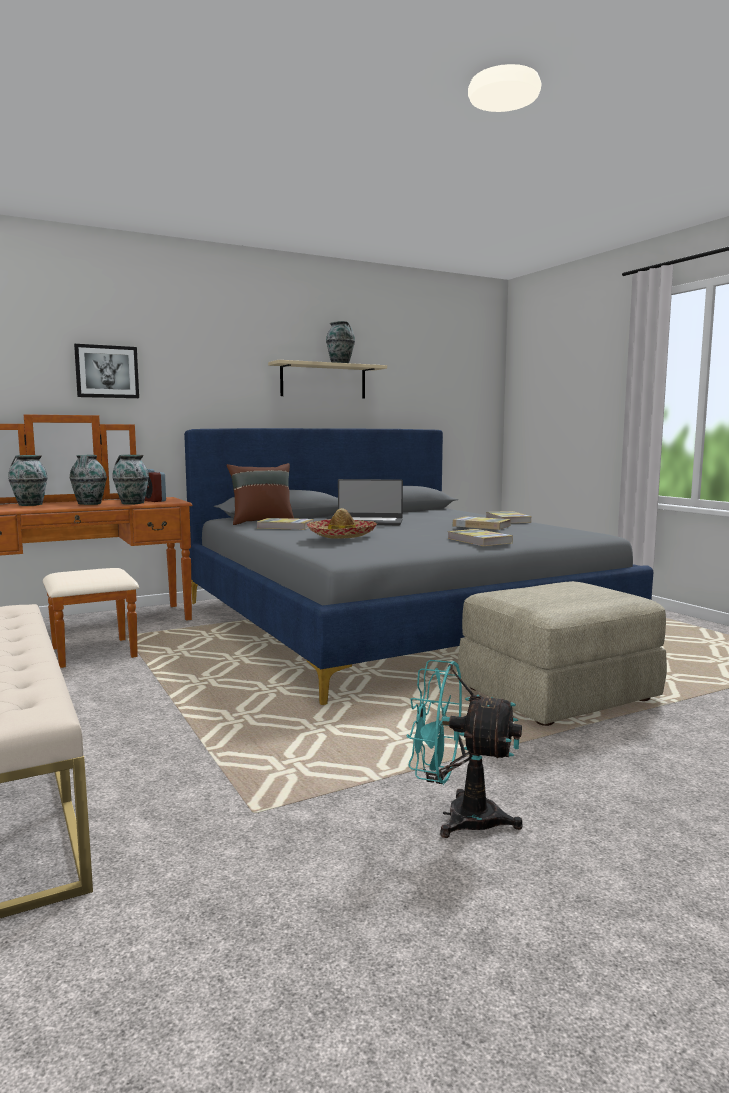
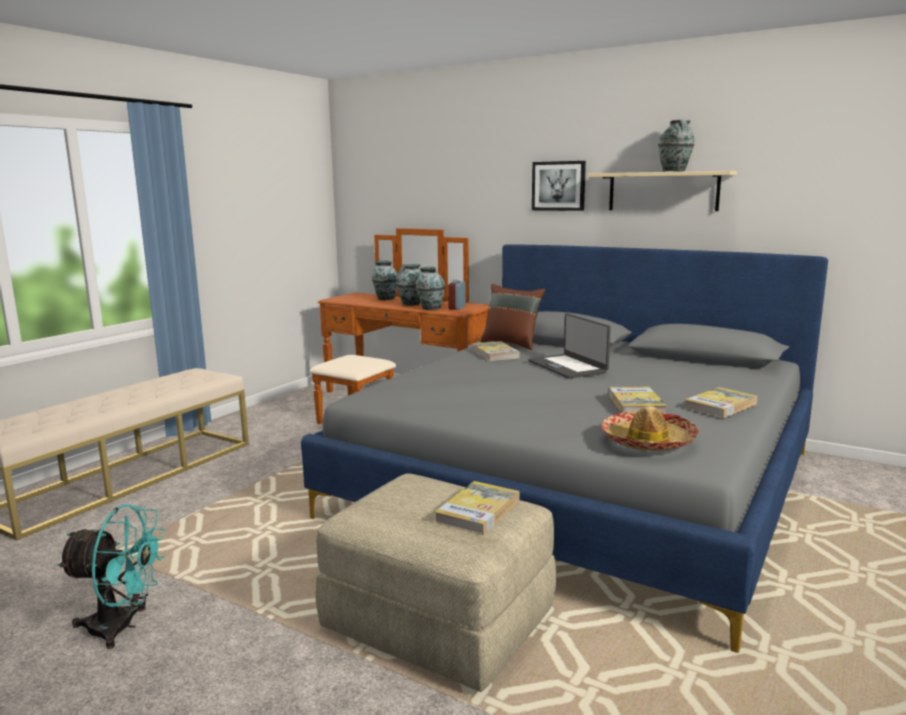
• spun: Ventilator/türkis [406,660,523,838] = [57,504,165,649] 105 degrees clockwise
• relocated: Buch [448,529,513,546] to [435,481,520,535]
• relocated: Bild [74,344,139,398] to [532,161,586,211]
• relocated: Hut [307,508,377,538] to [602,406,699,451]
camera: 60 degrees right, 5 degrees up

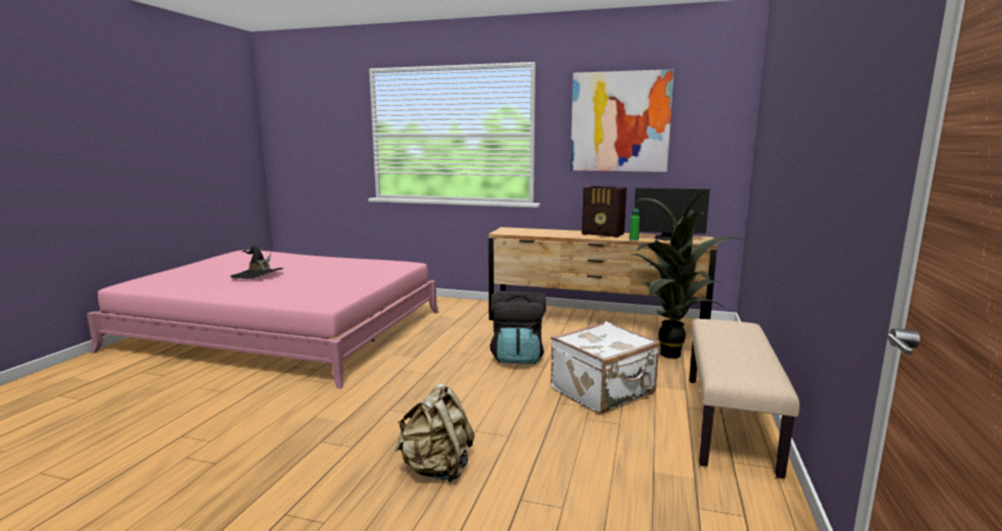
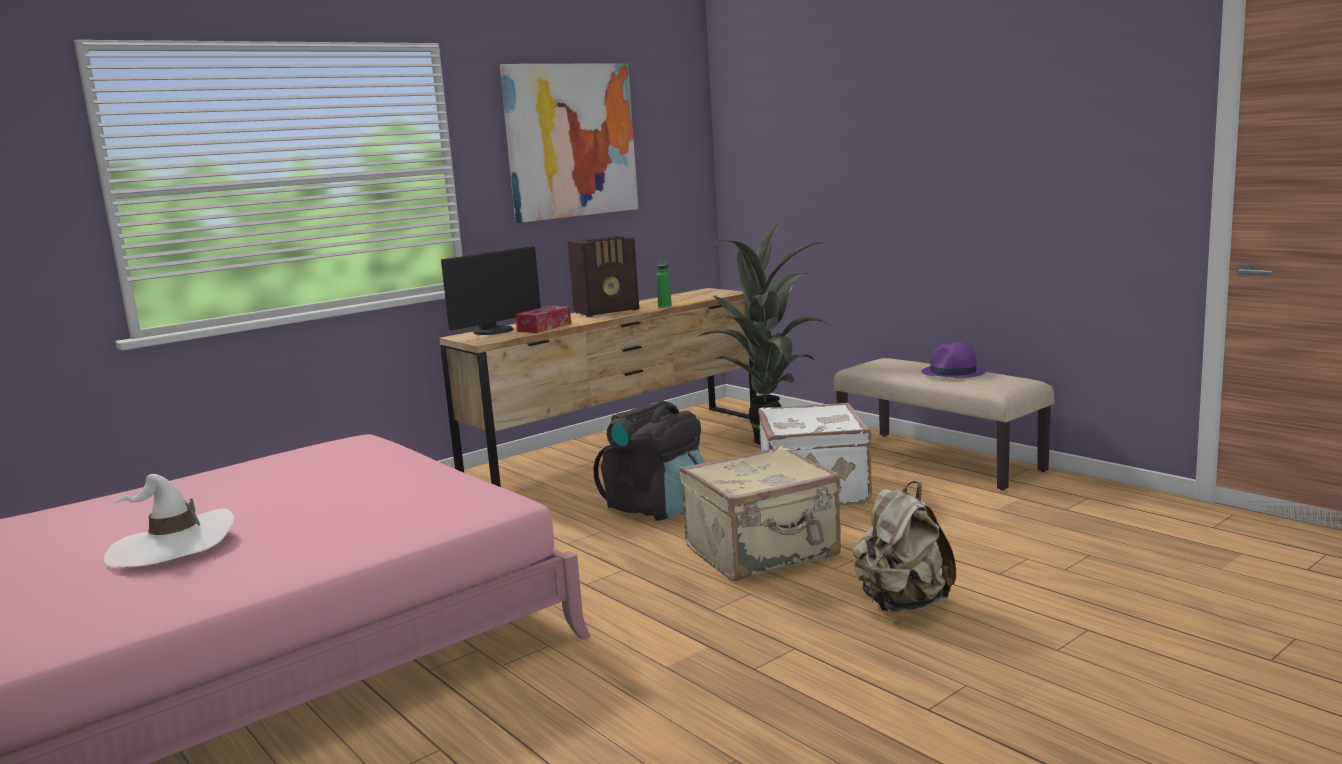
• colour: Hut/schwarz [230,245,283,279] to Hut/weiß [104,474,234,568]
• relocated: Monitor [634,188,710,241] to [441,246,541,335]
• appeared: Taschentuchbox [515,306,571,333]
• appeared: Koffer/beige [679,446,841,581]
• appeared: Hut/lila [921,342,986,378]
camera: 55 degrees left, 0 degrees up

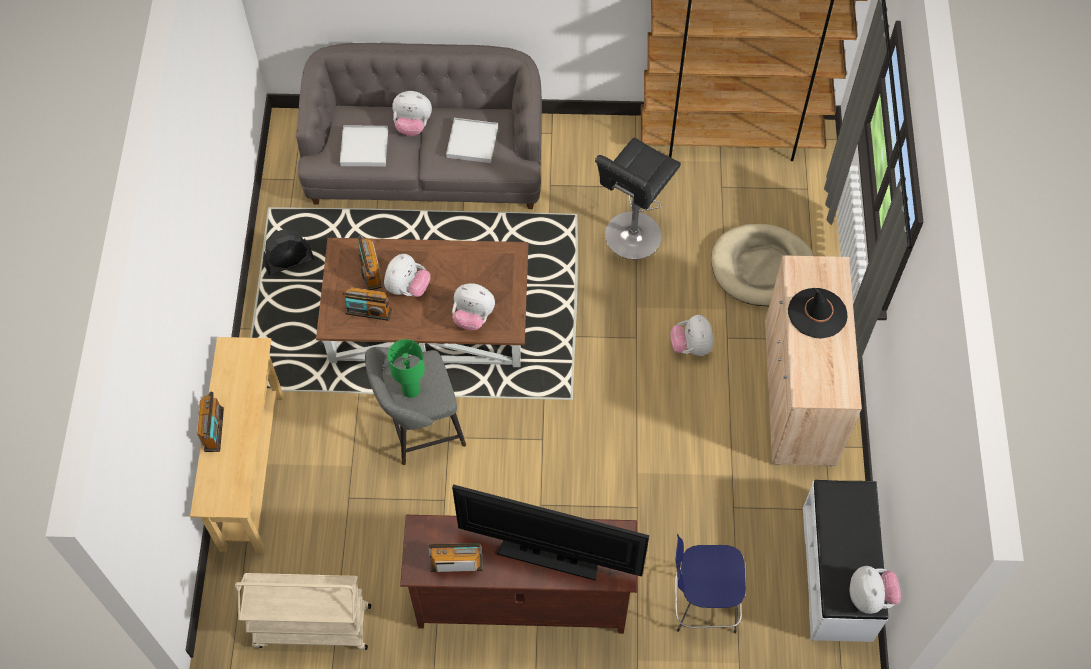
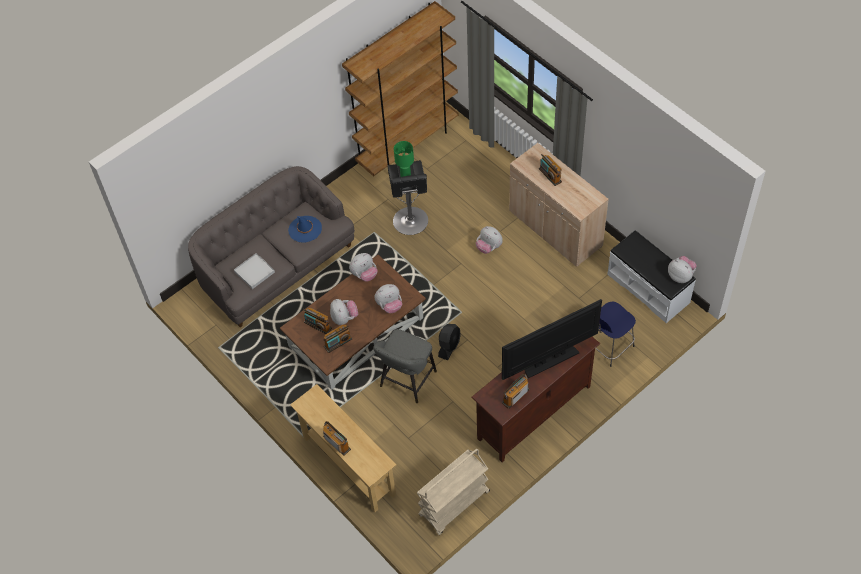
• exchanged: Tablett/weiß [446,118,498,163] to Hut/blau [288,216,322,243]
• relocated: Plüschtier [392,91,432,136] to [349,253,378,282]
• relocated: Tischlampe/grün [388,339,425,398] to [394,141,414,177]
• relocated: Ventilator/schwarz [263,229,315,275] to [438,324,461,360]
• exchanged: Hut/schwarz [788,288,848,338] to Radio [539,154,562,186]
• missing: Hundebett/beige [711,224,814,306]
camera: 40 degrees left, 5 degrees down

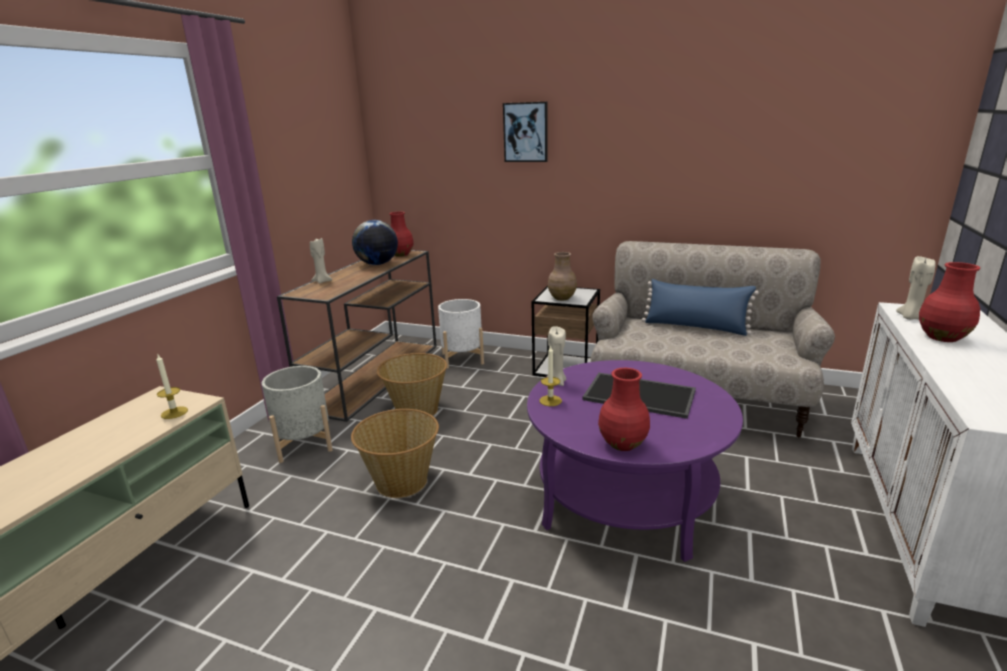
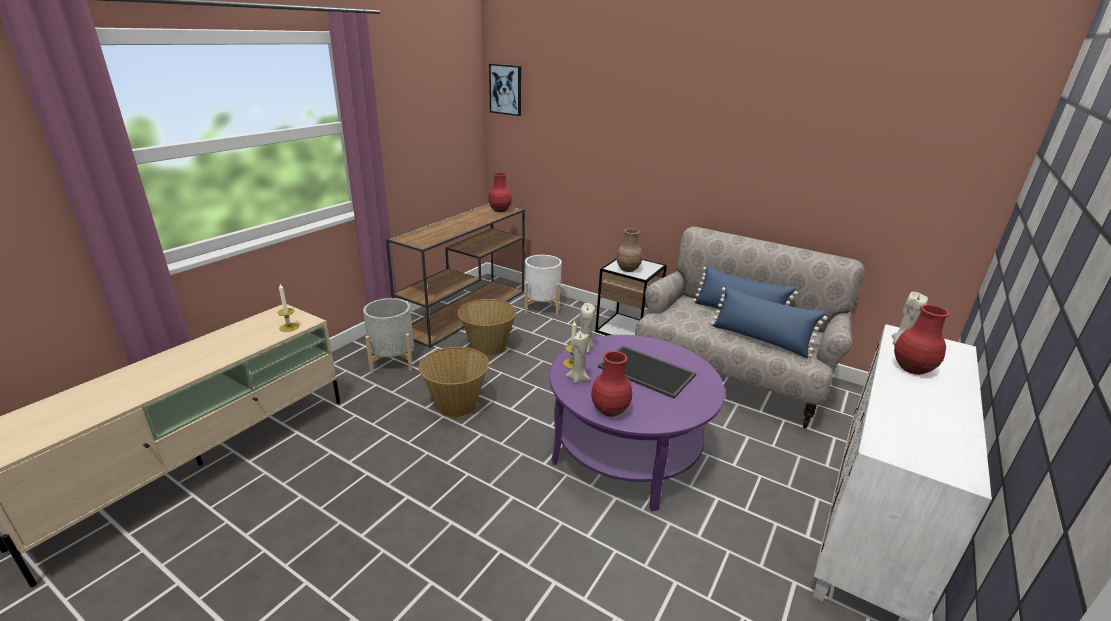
• relocated: Bild [503,102,548,162] to [489,64,521,116]
• relocated: Kerze/beige [310,238,332,284] to [565,332,590,384]
• appeared: Kissen/blau [710,286,828,358]
• missing: Globus [352,220,398,265]
camera: 10 degrees right, 5 degrees up

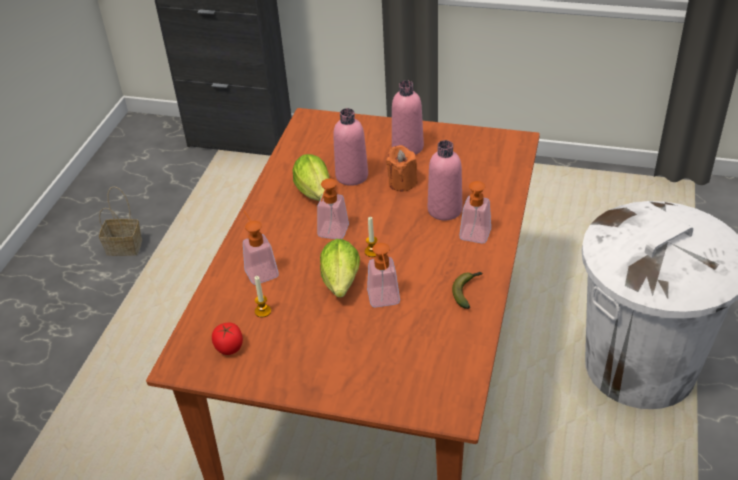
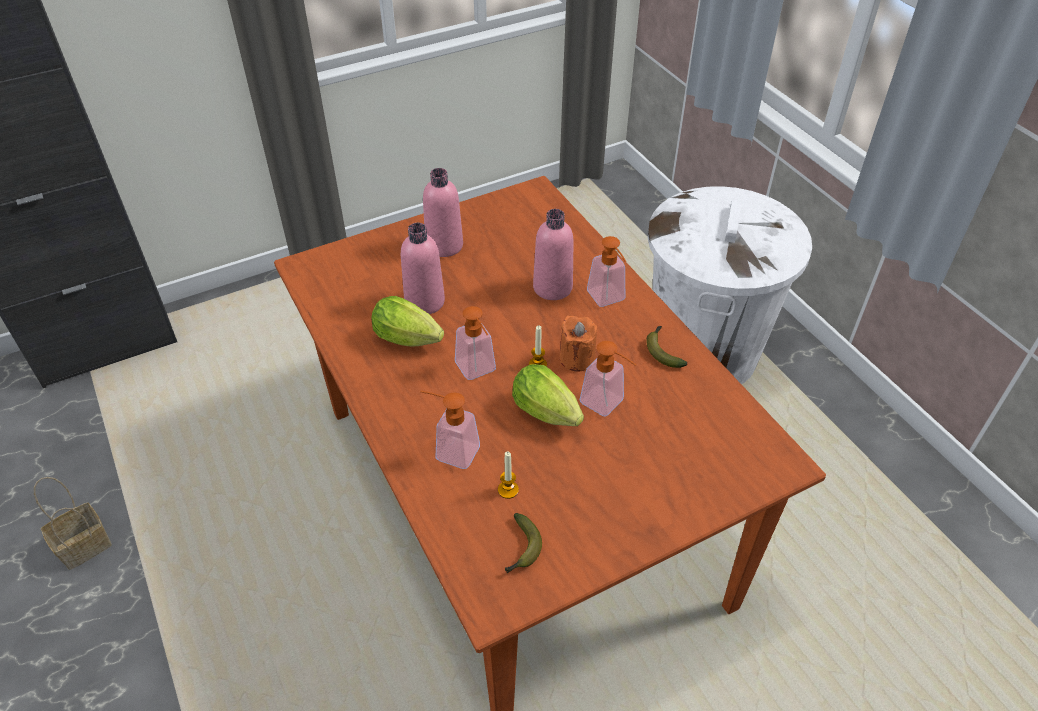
• exchanged: Tomate [212,323,243,355] to Banane [505,513,542,573]
• relocated: Kerze/orange [386,145,417,192] to [560,315,597,372]
camera: 45 degrees left, 5 degrees up

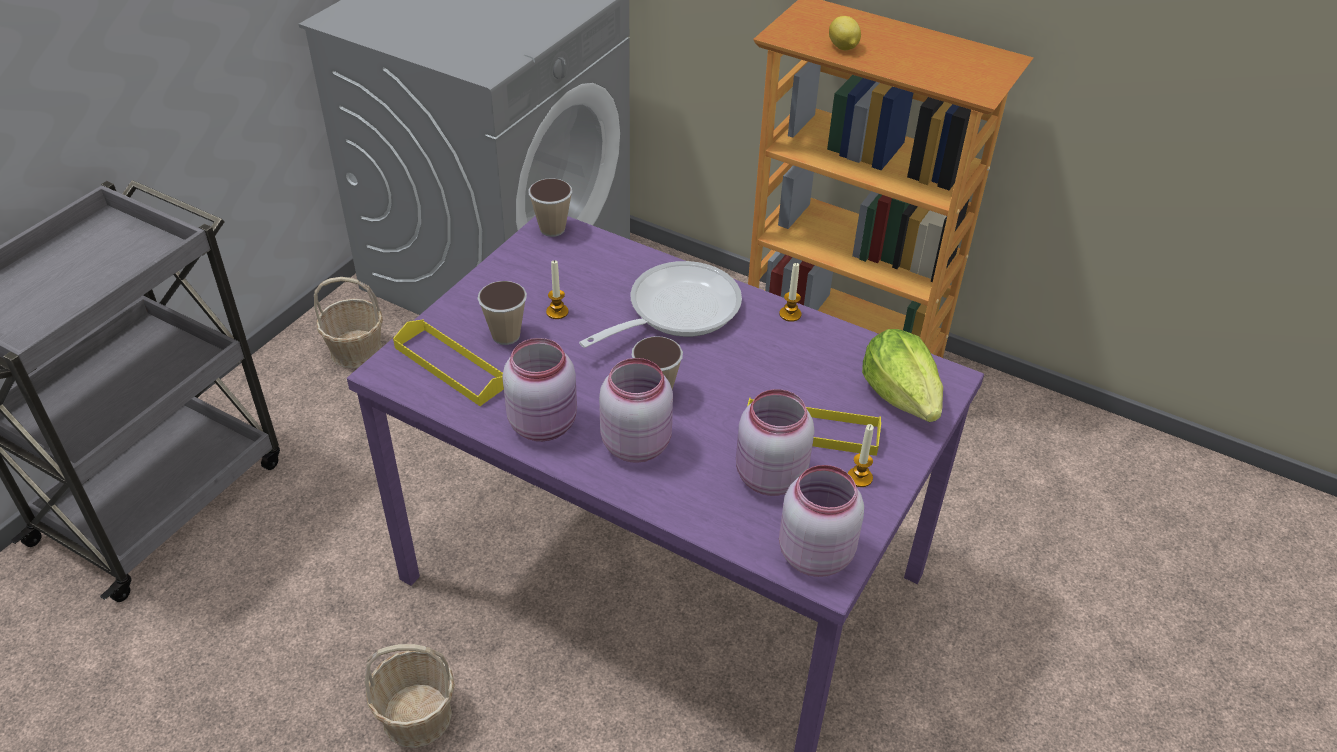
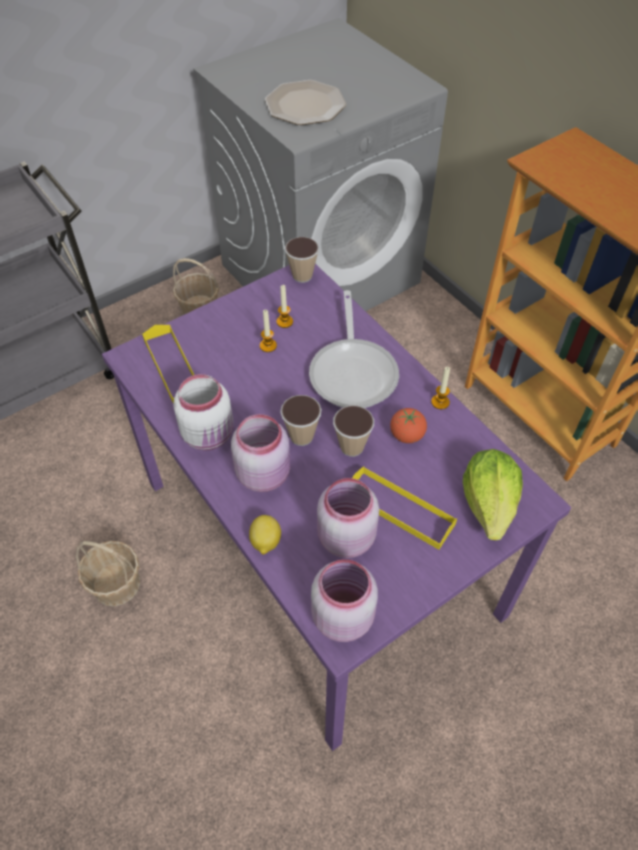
• colour: Vorratsglas/rosa [502,338,577,441] to Vorratsglas/weiß [173,374,233,450]
• relocated: Zitrone [829,16,861,50] to [249,515,281,555]
• appeared: Teller [265,80,346,125]
• relocated: Kerze [848,424,874,487] to [277,285,293,328]
• spun: Pfanne [579,261,742,348] = [309,290,399,408] 105 degrees clockwise
• relocated: Tasse [477,281,527,345] to [333,405,374,457]
• appeared: Tomate [390,408,427,443]
camera: 25 degrees right, 10 degrees up

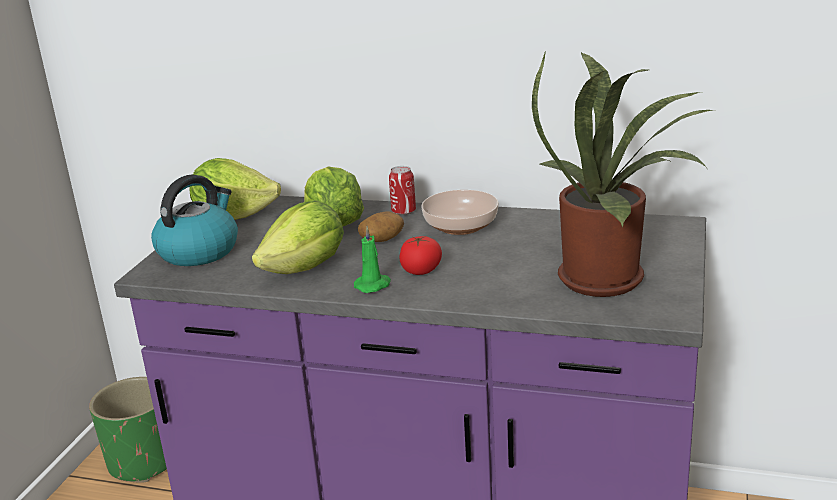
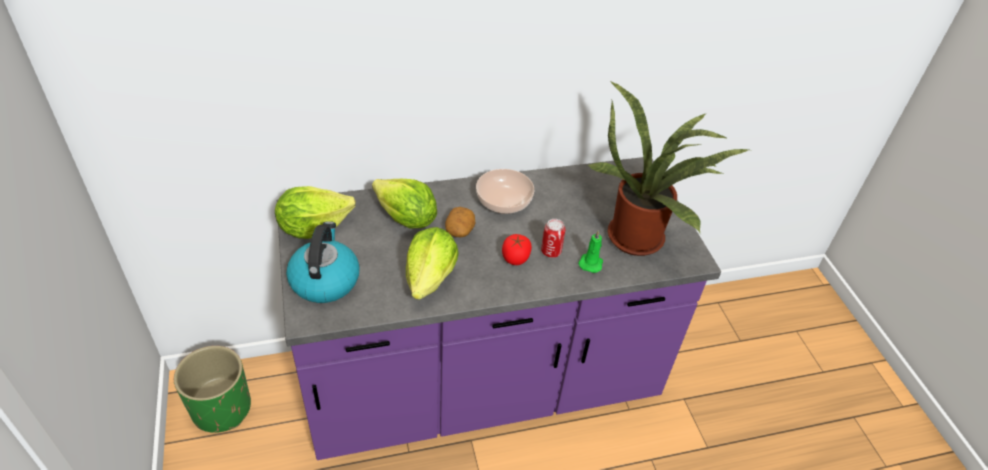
• relocated: Dose [389,166,416,215] to [541,219,565,258]
• relocated: Kerze/grün [354,226,391,293] to [578,230,603,273]
camera: 35 degrees left, 20 degrees up

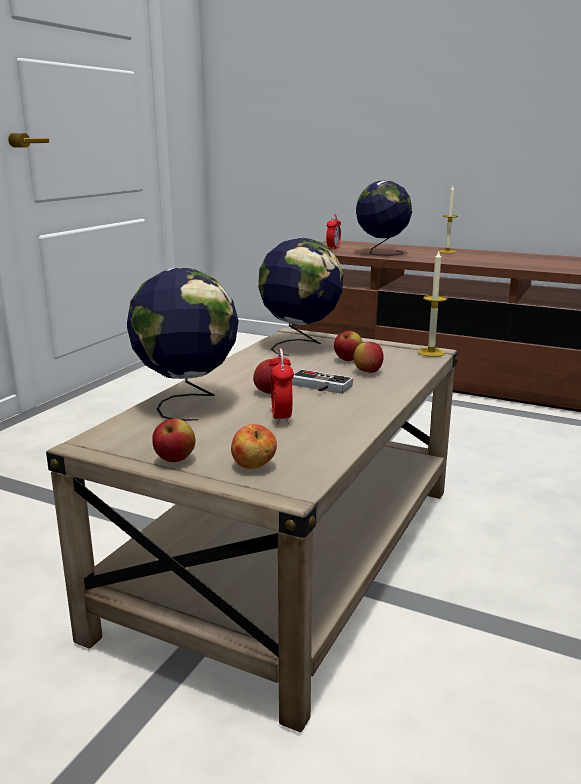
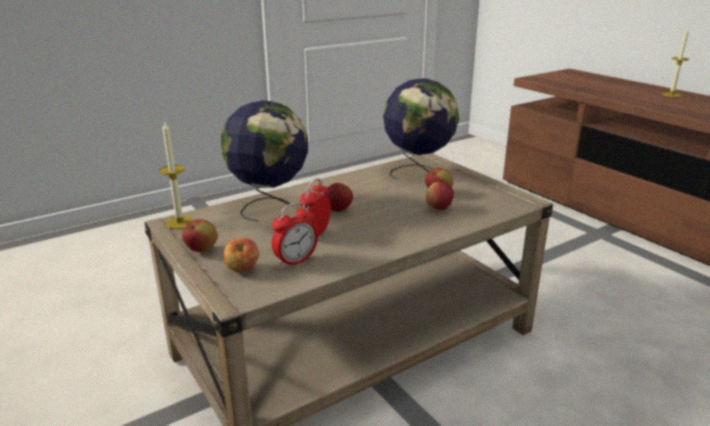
• relocated: Kerze [417,251,447,357] to [159,122,194,229]
• relocated: Wecker [326,214,341,250] to [271,202,318,269]
• missing: Gamepad [292,369,353,394]
• missing: Globus [356,181,412,256]
camera: 30 degrees right, 5 degrees up

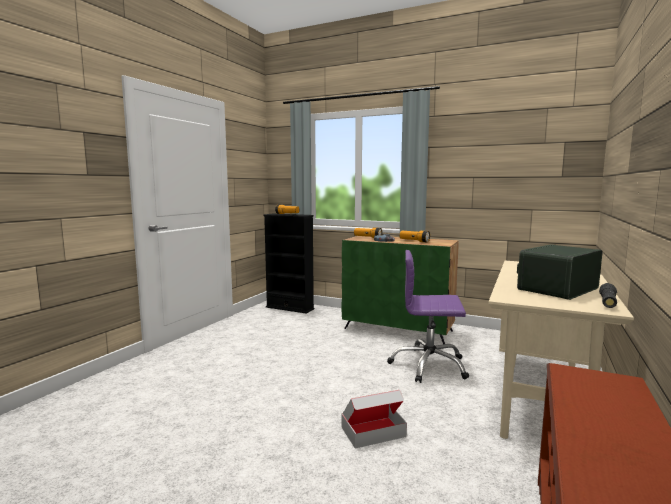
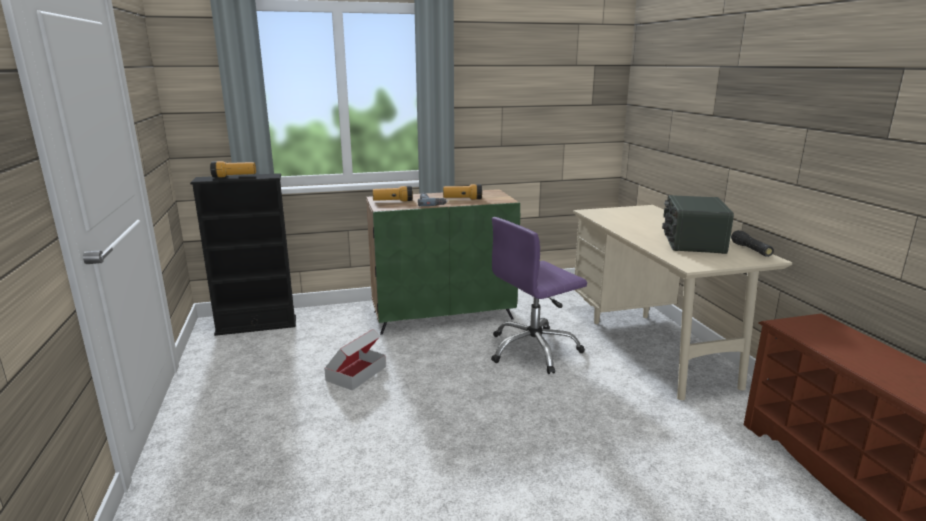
• relocated: Karton [341,390,407,449] to [324,329,386,391]
camera: 40 degrees left, 10 degrees up

